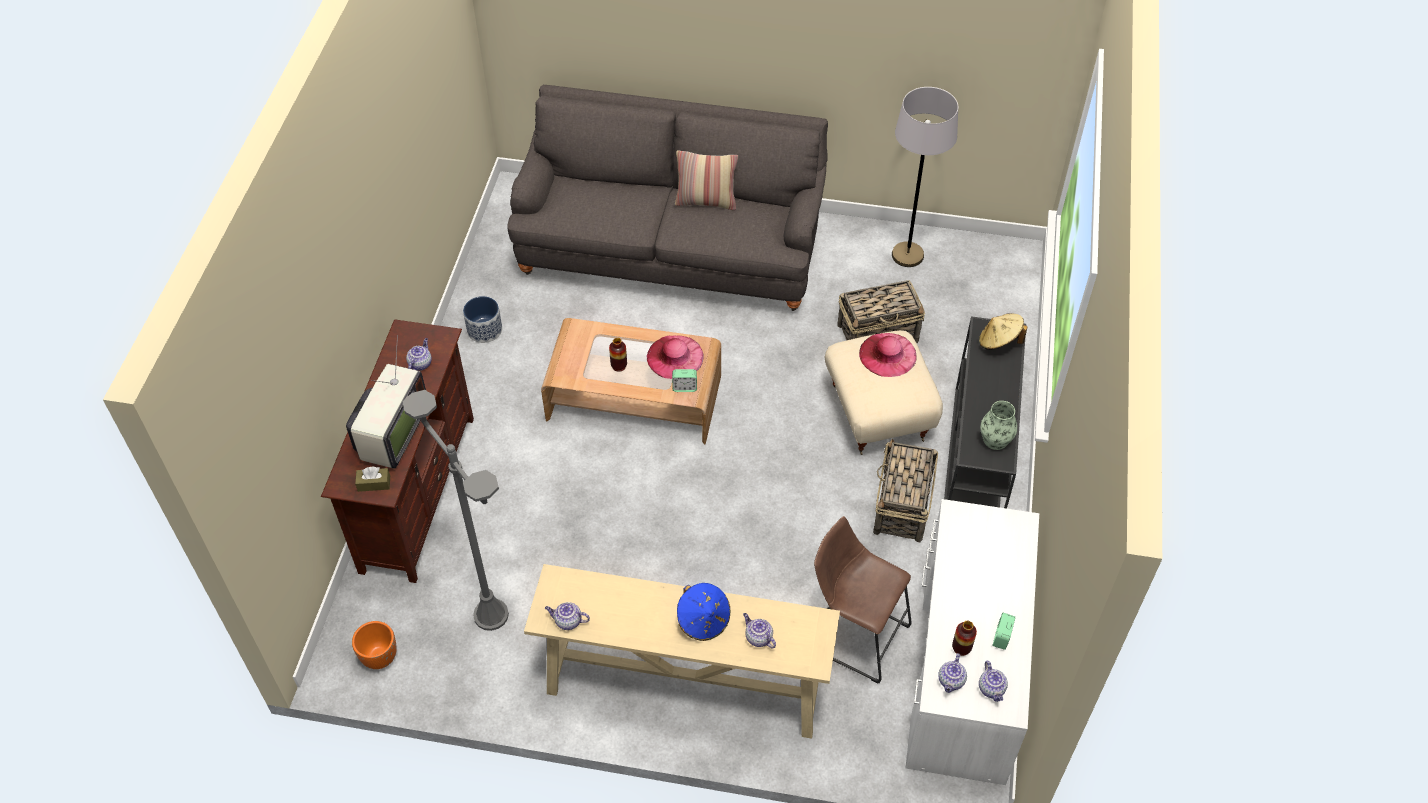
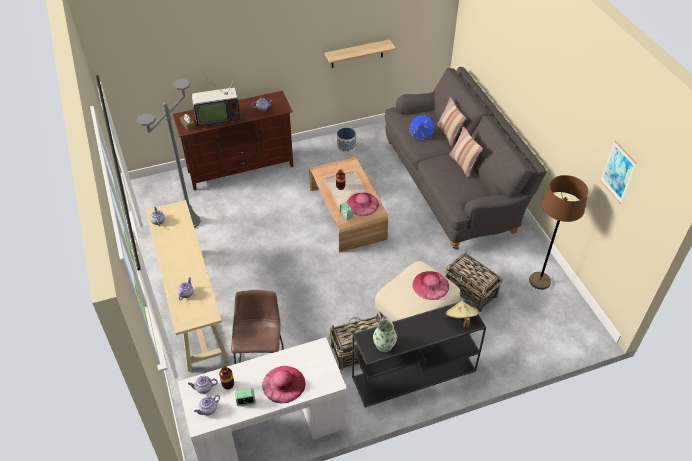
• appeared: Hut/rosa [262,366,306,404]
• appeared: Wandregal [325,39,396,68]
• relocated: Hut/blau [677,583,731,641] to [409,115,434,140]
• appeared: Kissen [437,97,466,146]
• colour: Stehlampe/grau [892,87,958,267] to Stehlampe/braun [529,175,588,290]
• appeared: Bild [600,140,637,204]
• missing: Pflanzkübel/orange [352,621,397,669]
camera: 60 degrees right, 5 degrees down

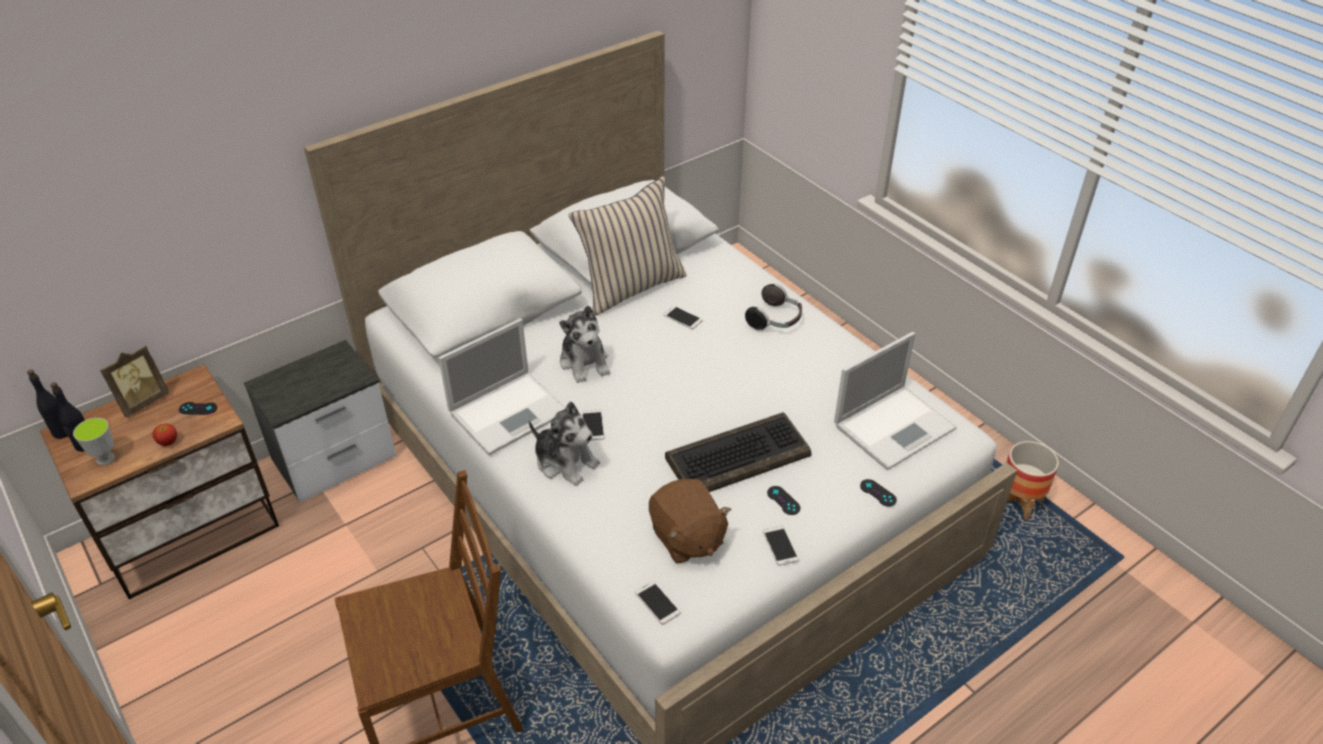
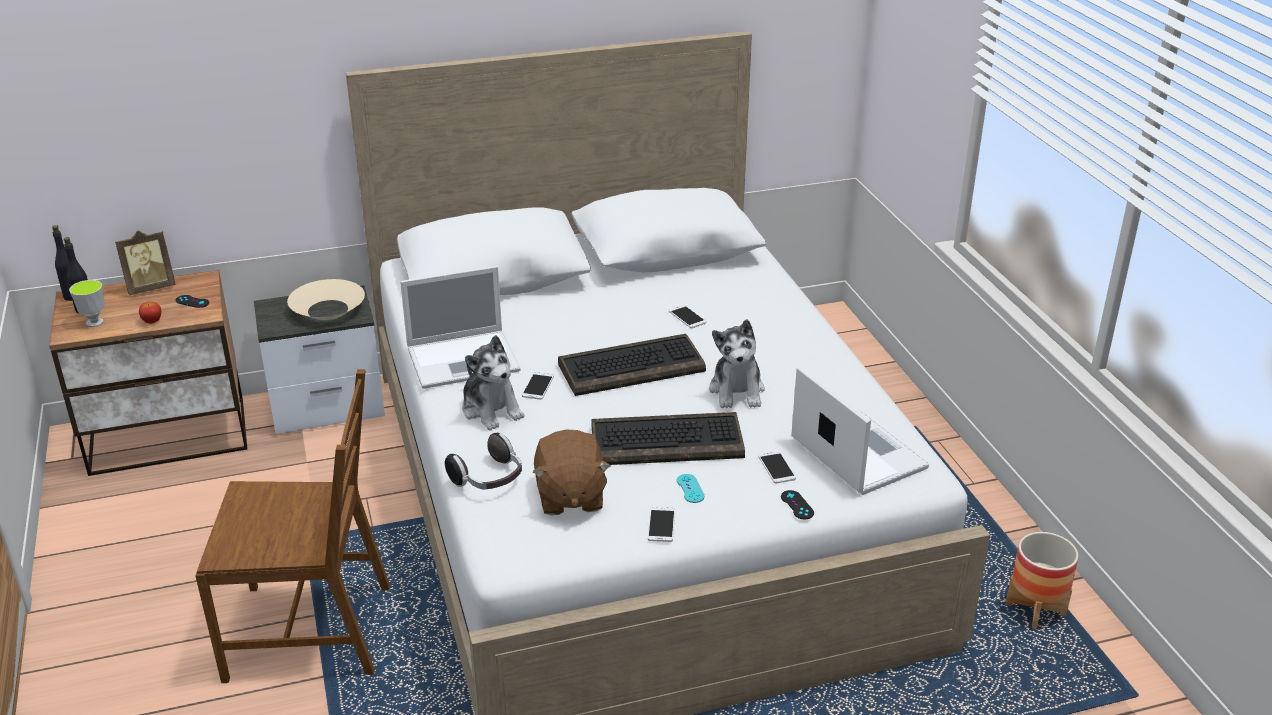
• appeared: Schüssel/beige [287,279,365,320]
• relocated: Kopfhörer [745,284,802,331] to [445,433,522,489]
• appeared: Tastatur [558,334,706,396]
• colour: Gamepad/schwarz [767,486,800,515] to Gamepad/türkis [677,474,704,503]
• relocated: Plüschtier [559,306,610,383] to [709,319,765,408]
• relocated: Handy [635,581,680,625] to [758,451,796,483]
• spun: Laptop [834,332,957,470] = [791,366,929,495] 105 degrees counterclockwise
• missing: Kissen/beige [569,176,686,316]
camera: 20 degrees right, 10 degrees down

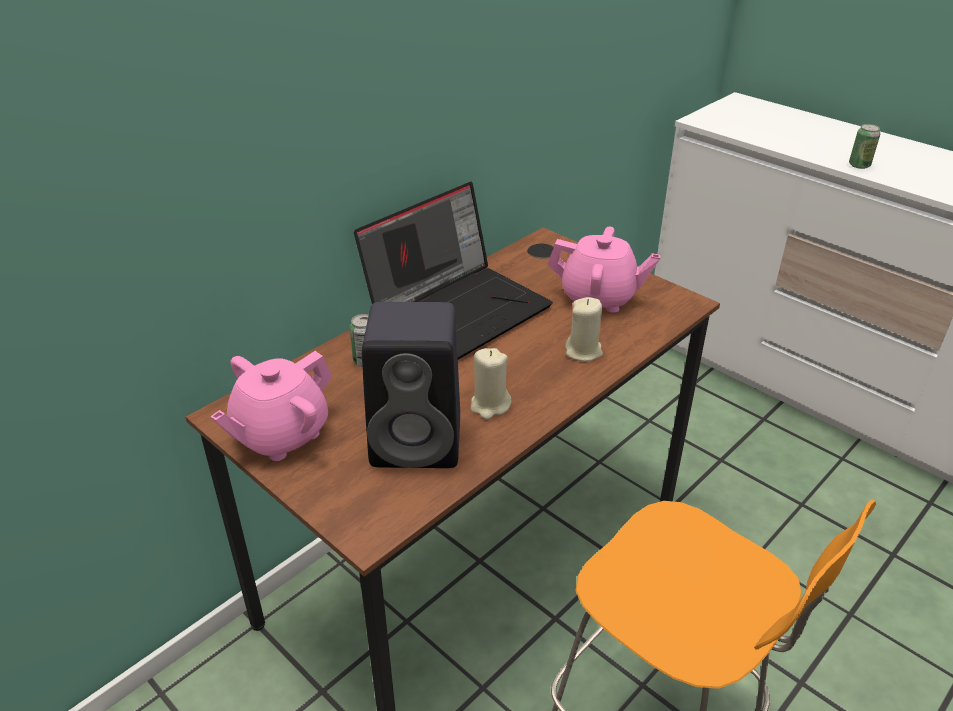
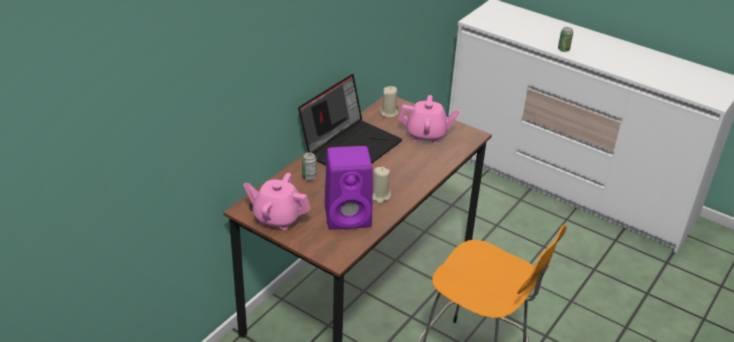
• spun: Teekanne/rosa [210,351,333,461] = [243,173,310,230] 75 degrees clockwise
• colour: Lautsprecher/schwarz [362,302,460,468] to Lautsprecher/lila [325,146,373,230]
• relocated: Kerze/beige [565,297,603,361] to [380,86,399,118]
camera: 10 degrees left, 0 degrees up

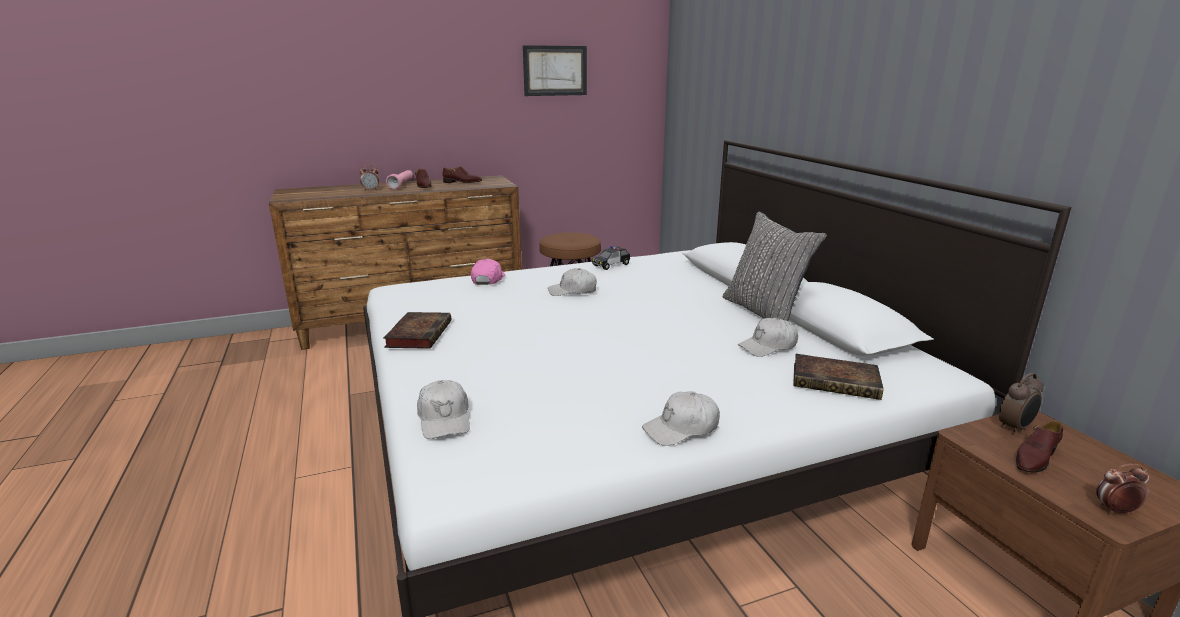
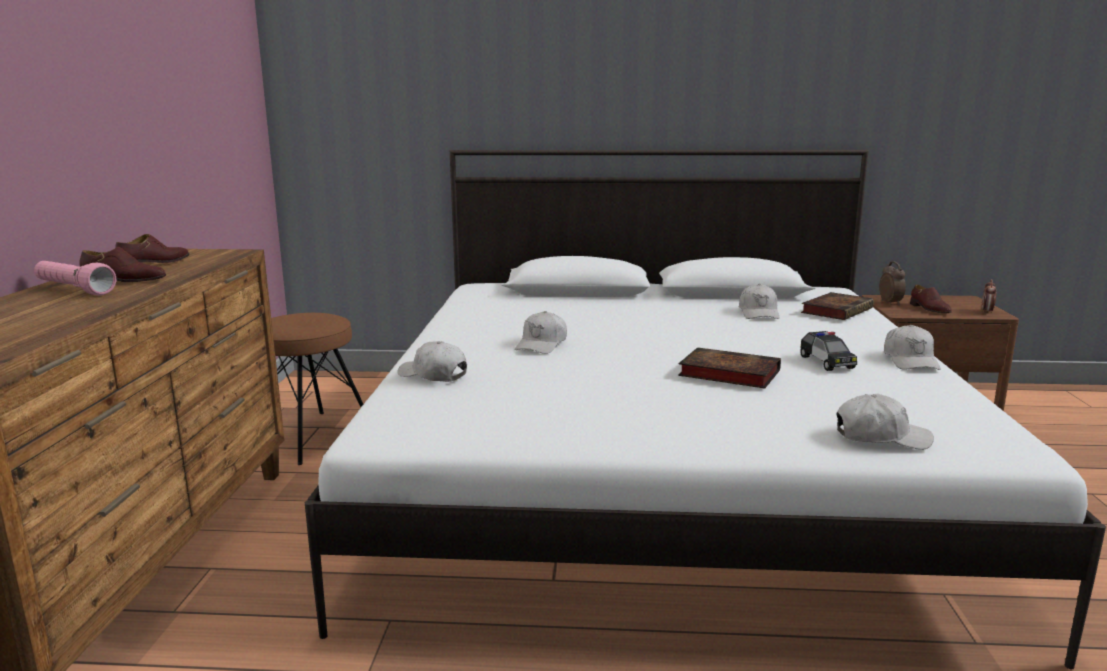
• colour: Kappe/rosa [471,259,506,285] to Kappe/weiß [397,341,467,382]
• relocated: Buch [383,312,451,349] to [678,347,781,388]
• relocated: Spielzeugauto [592,246,630,270] to [800,331,857,371]
• missing: Wecker [359,165,379,191]
• missing: Bild [523,45,587,96]
• missing: Kissen/grau [723,212,827,321]
camera: 65 degrees left, 5 degrees down

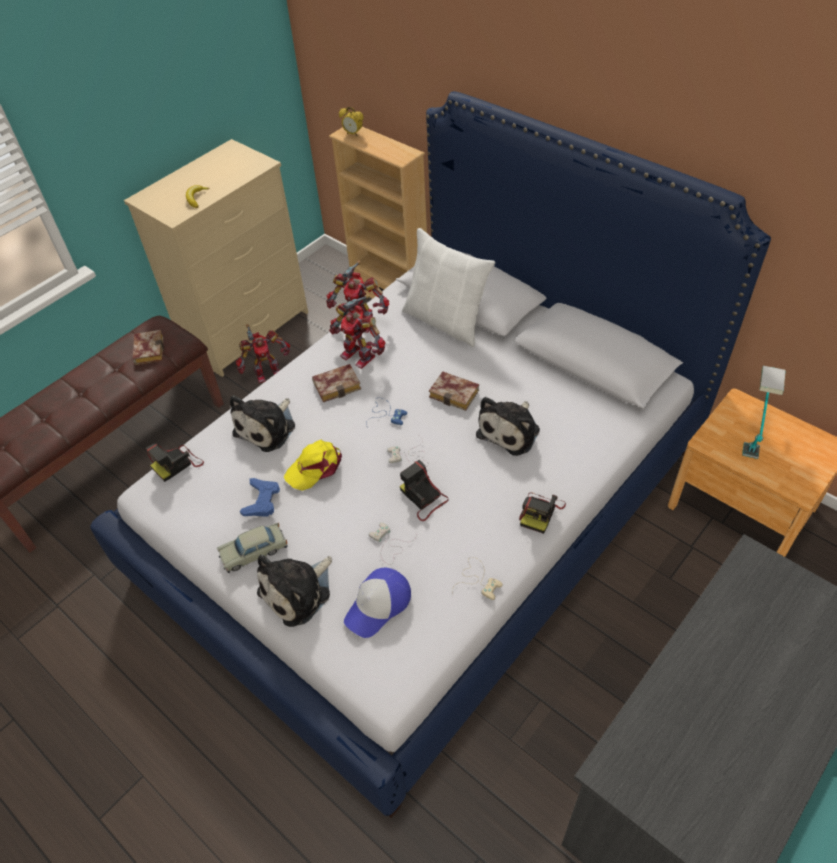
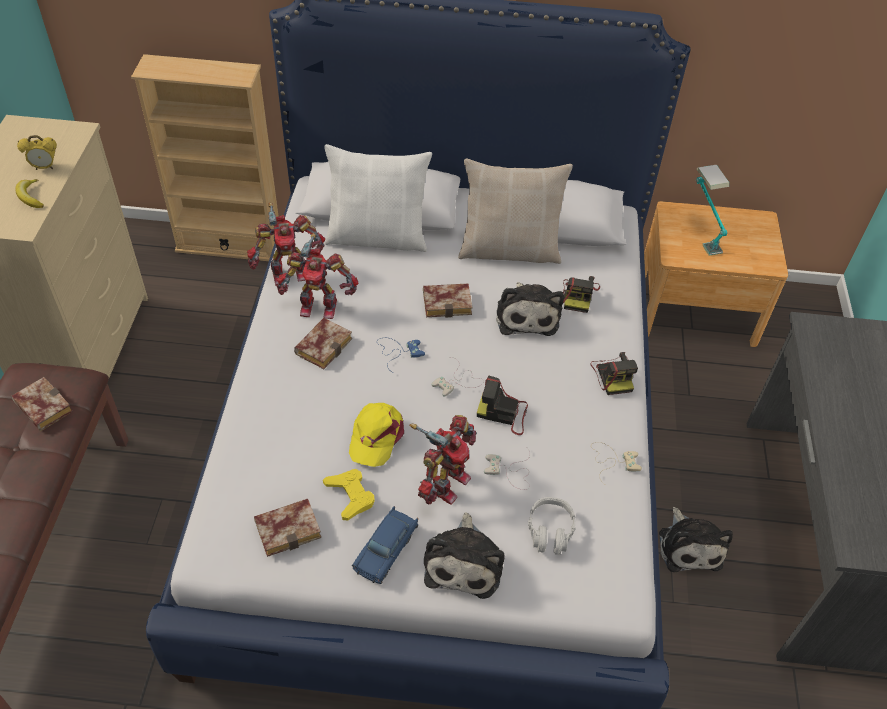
• relocated: Wecker [339,107,363,136] to [17,135,57,170]
• appeared: Buch [254,499,321,557]
• colour: Gamepad/blau [240,478,280,517] to Gamepad/gelb [323,469,374,520]
• colour: Spielzeugauto/beige [217,523,288,573] to Spielzeugauto/blau [352,506,418,584]
• relocated: Spielzeugroboter [236,325,290,383] to [410,415,477,505]
• appeared: Kissen/beige [458,158,573,264]
• exchanged: Kappe [344,568,411,638] to Kopfhörer/grau [528,497,575,555]
• relocated: Kamera [146,443,204,482] to [563,276,600,313]
• relocated: Plüschtier [230,396,295,452] to [659,507,733,572]
camera: 40 degrees left, 0 degrees up

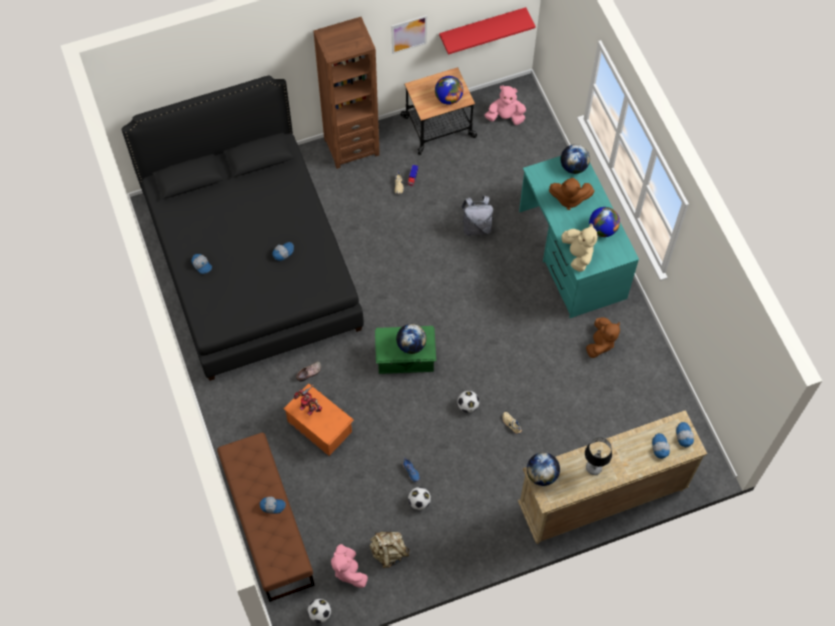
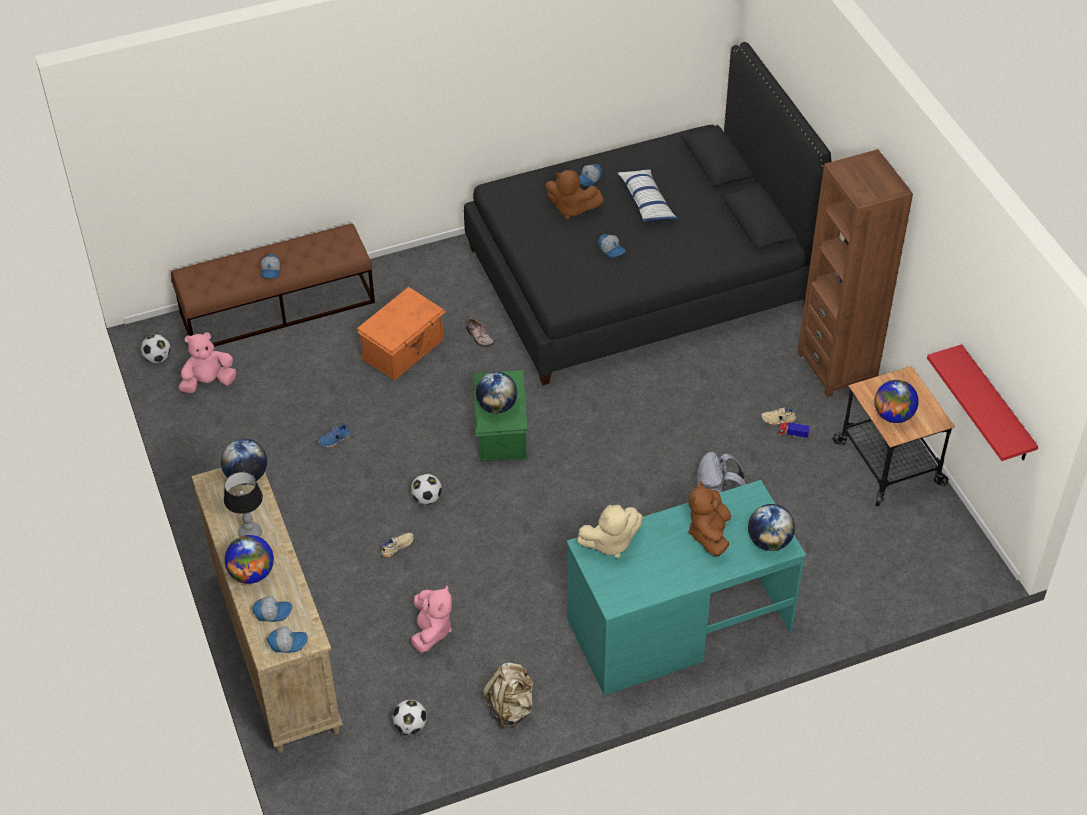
• relocated: Globus [589,207,620,237] to [225,535,274,584]
• relocated: Fußball [408,487,431,510] to [393,700,427,734]
• relocated: Plüschtier/rosa [484,85,526,125] to [411,586,452,653]
• relocated: Rucksack/beige [370,532,410,568] to [482,662,534,728]
• relocated: Plüschtier/braun [586,317,620,358] to [545,170,604,220]
• appeared: Kissen [616,169,678,222]
• missing: Spielzeugroboter [294,384,322,415]
• missing: Bild [391,15,427,54]
camera: 90 degrees right, 15 degrees down

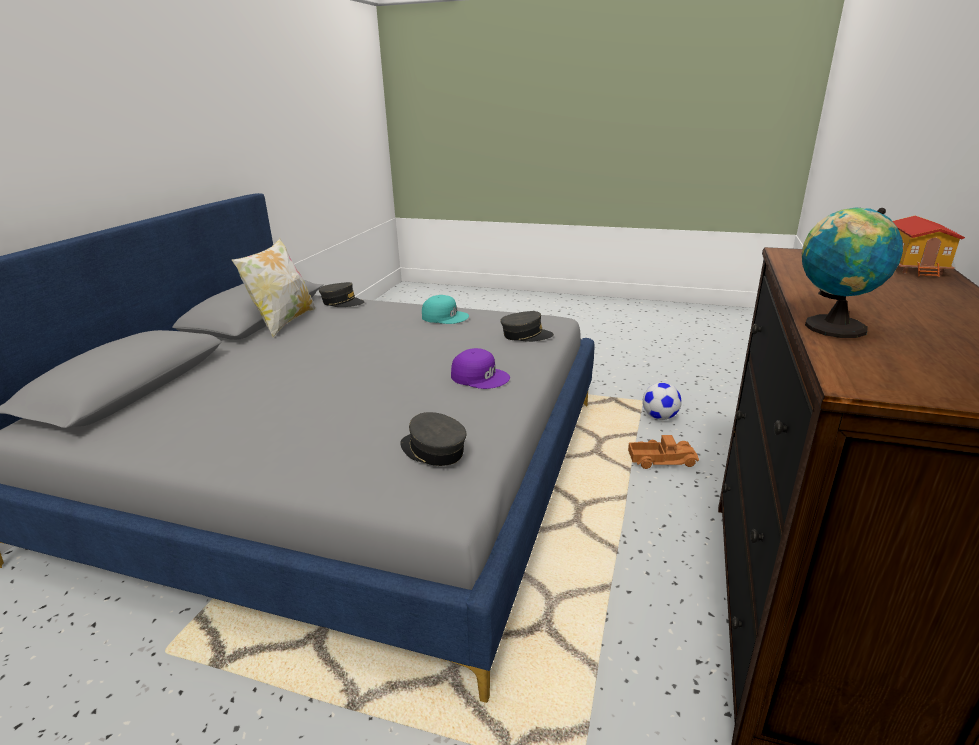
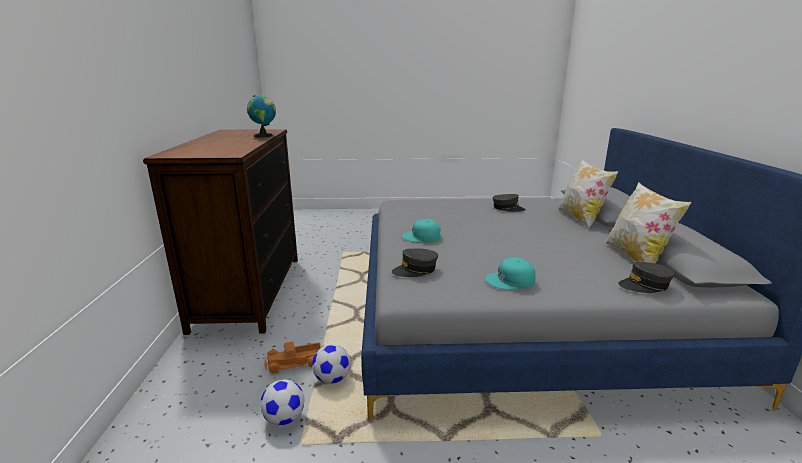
• appeared: Fußball [312,344,350,384]
• colour: Kappe/lila [451,348,510,389] to Kappe/türkis [402,219,441,242]
• relocated: Kappe/grau [400,412,467,466] to [493,194,526,212]
• appeared: Kissen [558,159,618,230]
• missing: Spielzeughaus [893,216,965,277]
camera: 160 degrees right, 5 degrees down

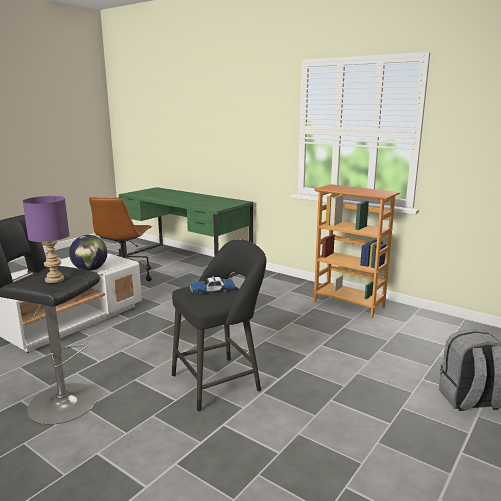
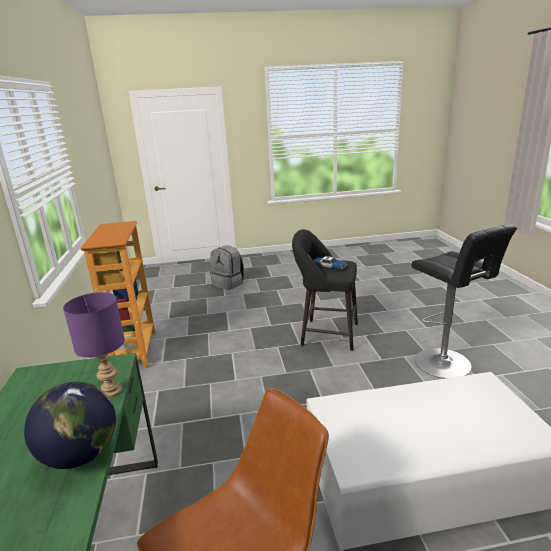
• relocated: Globus [69,235,107,271] to [24,381,116,469]
• relocated: Tischlampe/lila [23,196,69,283] to [63,292,125,398]
camera: 135 degrees left, 5 degrees up

